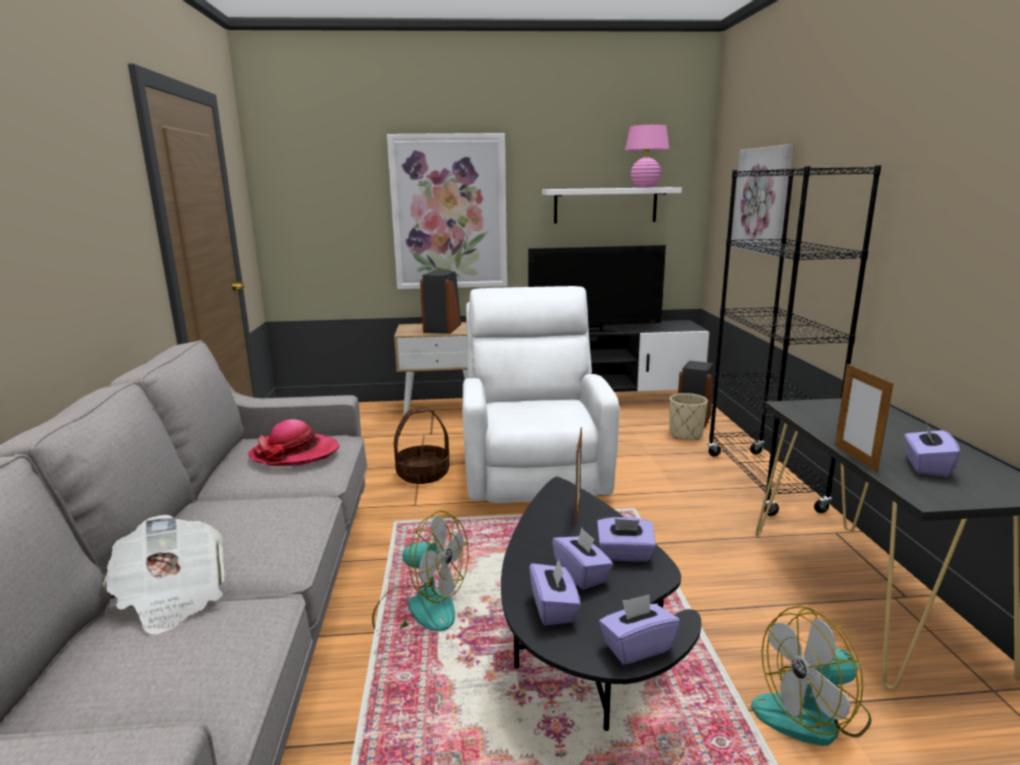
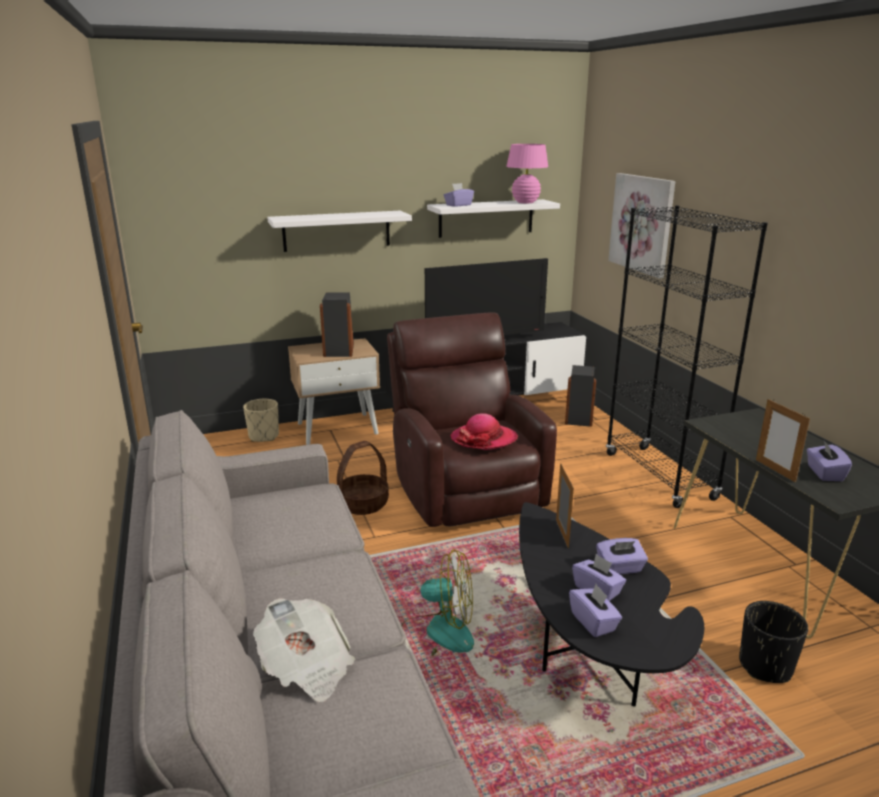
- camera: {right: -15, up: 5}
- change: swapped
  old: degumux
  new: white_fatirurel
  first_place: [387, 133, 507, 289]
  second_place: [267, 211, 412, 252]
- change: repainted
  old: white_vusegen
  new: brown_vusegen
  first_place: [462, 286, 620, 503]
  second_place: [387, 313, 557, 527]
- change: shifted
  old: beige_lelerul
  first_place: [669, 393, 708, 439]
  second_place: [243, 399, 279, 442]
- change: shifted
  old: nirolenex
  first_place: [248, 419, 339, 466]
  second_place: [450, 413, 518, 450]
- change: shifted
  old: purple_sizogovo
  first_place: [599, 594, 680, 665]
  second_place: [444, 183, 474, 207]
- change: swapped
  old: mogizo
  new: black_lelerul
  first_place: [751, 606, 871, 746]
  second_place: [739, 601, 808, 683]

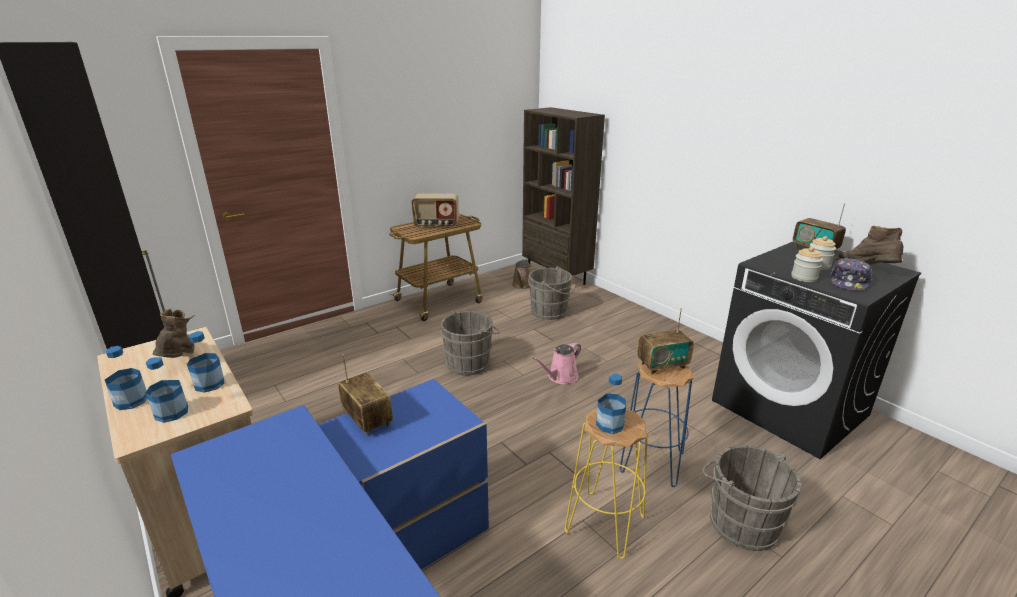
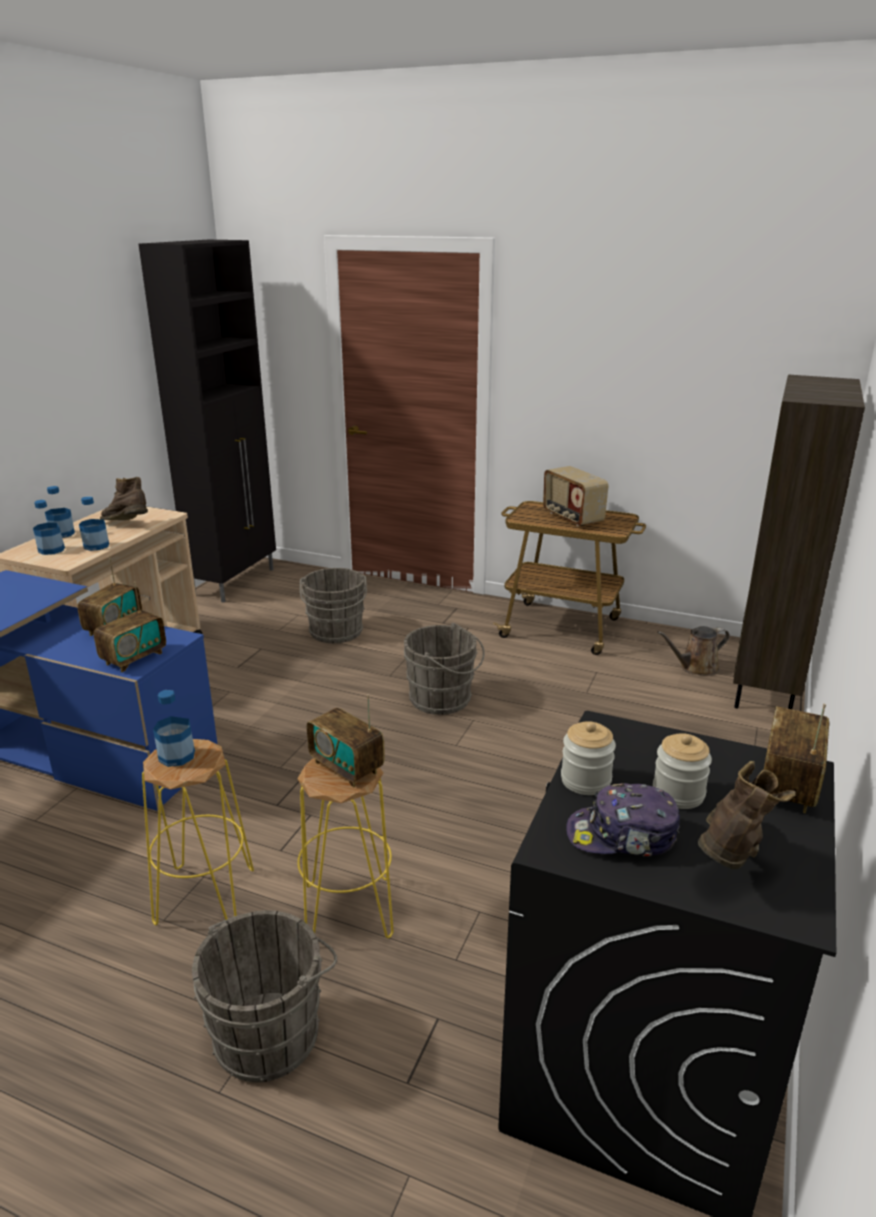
- camera: {right: 60, up: 0}
- change: shifted
  old: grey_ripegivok
  first_place: [528, 266, 577, 320]
  second_place: [300, 568, 367, 643]
- change: rotated
  old: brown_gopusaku
  first_place: [153, 309, 195, 358]
  second_place: [100, 477, 148, 520]
  degrees: -105
- change: gone
  old: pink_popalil
  first_place: [533, 342, 581, 384]
- change: repainted
  old: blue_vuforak
  new: yellow_vuforak
  first_place: [620, 363, 694, 487]
  second_place: [297, 758, 394, 938]
- change: new
  new: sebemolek
  second_place: [94, 582, 166, 672]

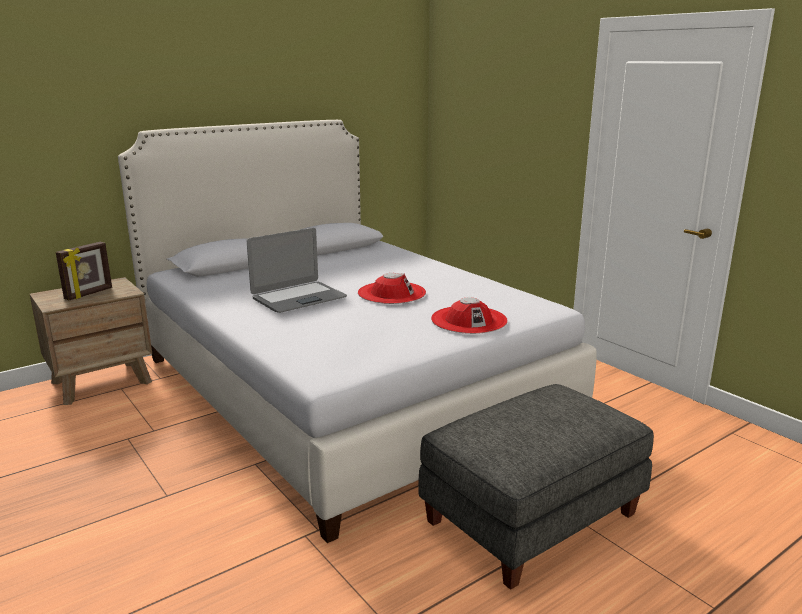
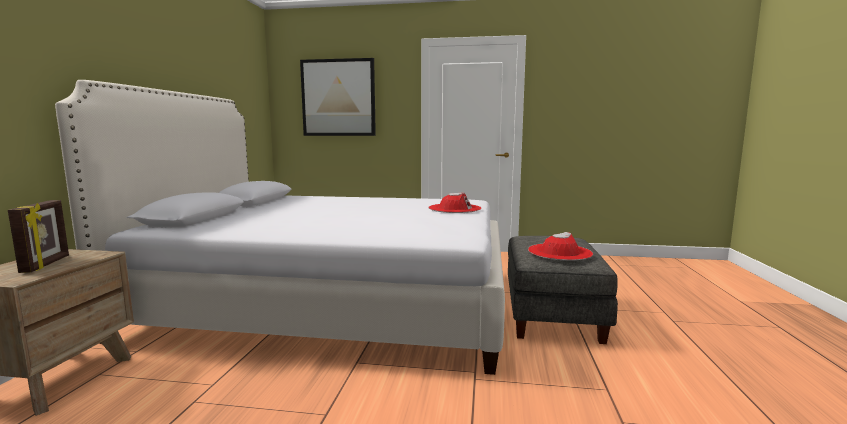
- camera: {right: -45, up: -10}
- change: gone
  old: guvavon
  first_place: [247, 228, 347, 313]
- change: shifted
  old: red_nirolenex
  first_place: [358, 273, 426, 304]
  second_place: [528, 232, 593, 261]
- change: new
  new: degumux
  second_place: [300, 58, 376, 136]

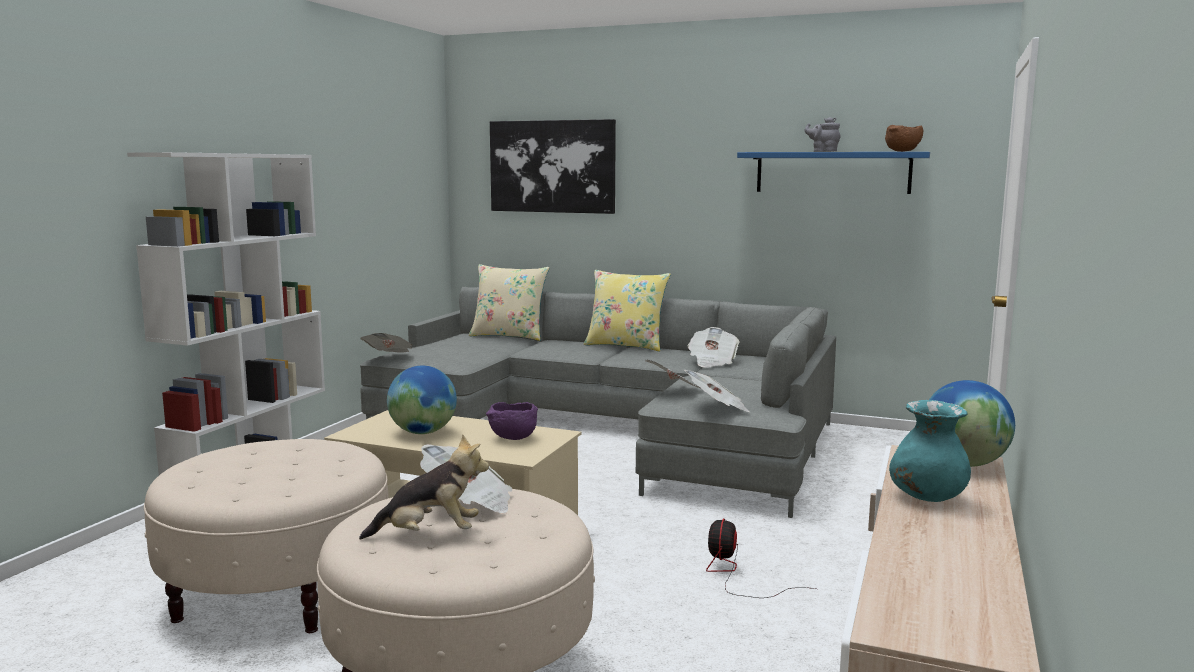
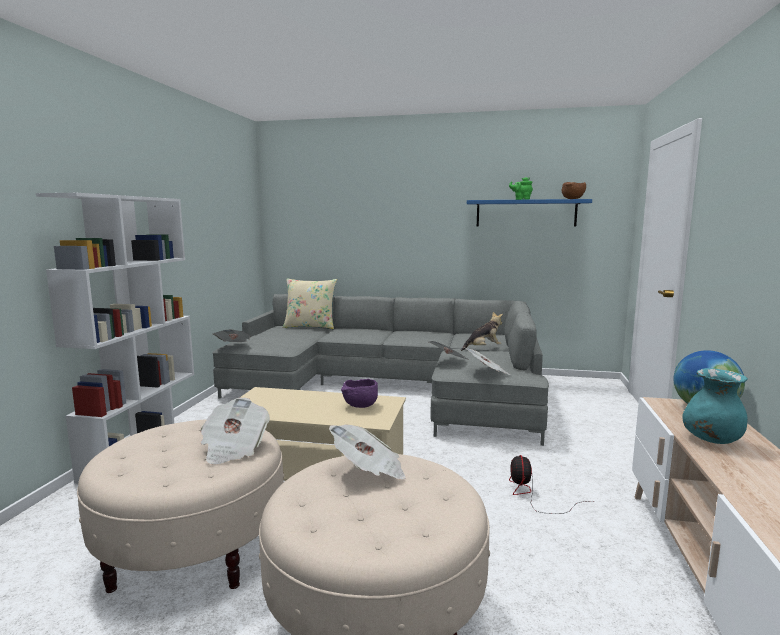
- camera: {right: -10, up: 0}
- change: repainted
  old: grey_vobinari
  new: green_vobinari
  first_place: [805, 117, 840, 152]
  second_place: [509, 177, 533, 200]
- change: gone
  old: degumux
  first_place: [490, 119, 616, 214]
- change: gone
  old: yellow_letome
  first_place: [584, 270, 671, 351]
- change: shifted
  old: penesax
  first_place: [687, 327, 740, 368]
  second_place: [200, 398, 270, 464]
- change: gone
  old: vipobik
  first_place: [387, 366, 457, 434]
- change: shifted
  old: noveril
  first_place: [359, 434, 489, 540]
  second_place: [461, 312, 503, 351]

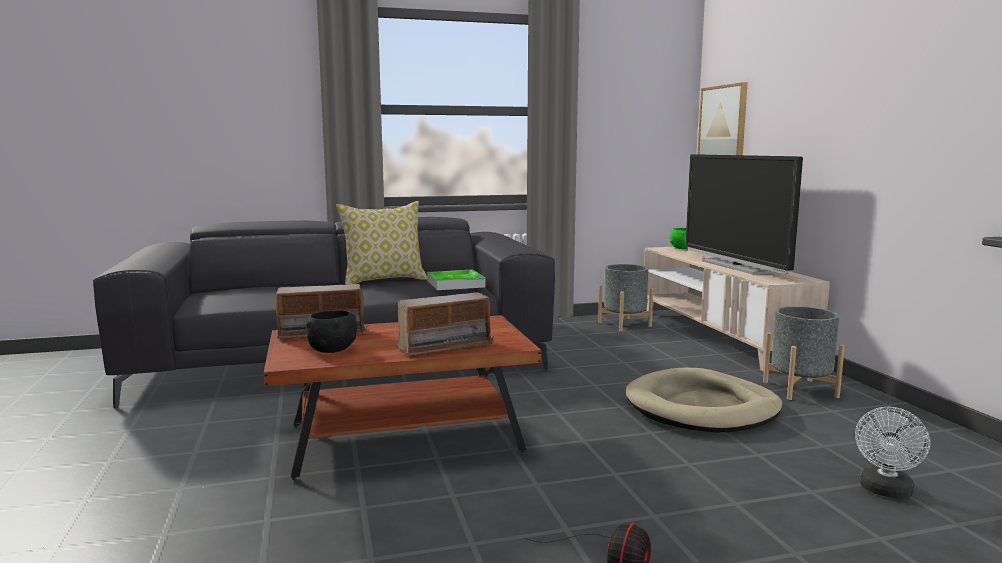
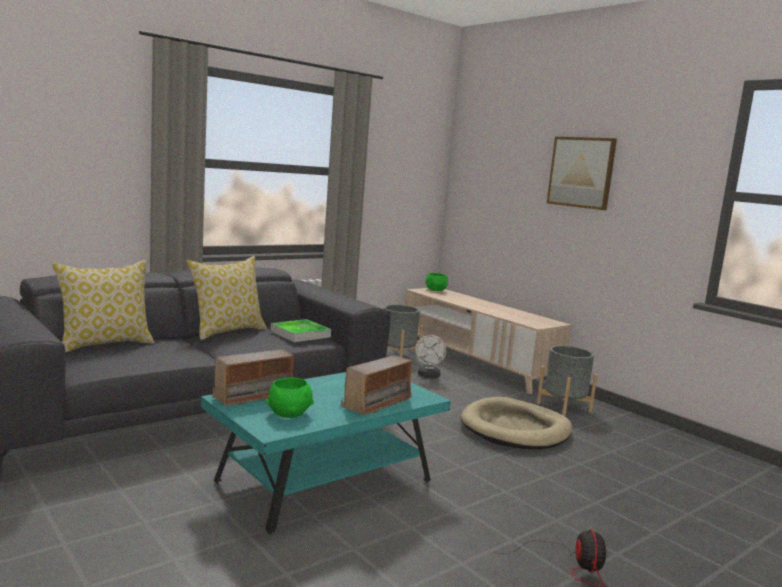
- camera: {right: -25, up: 0}
- change: shifted
  old: degumux
  first_place: [698, 82, 748, 155]
  second_place: [547, 137, 617, 210]
- change: gone
  old: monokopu
  first_place: [685, 154, 803, 275]
- change: repainted
  old: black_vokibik
  new: green_vokibik
  first_place: [306, 310, 357, 353]
  second_place: [266, 378, 314, 418]
- change: repainted
  old: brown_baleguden
  new: turquoise_baleguden
  first_place: [264, 315, 541, 480]
  second_place: [201, 372, 451, 534]
- change: shifted
  old: white_mogizo
  first_place: [855, 407, 930, 499]
  second_place: [416, 335, 446, 378]
- change: new
  new: letome
  second_place: [52, 260, 155, 353]

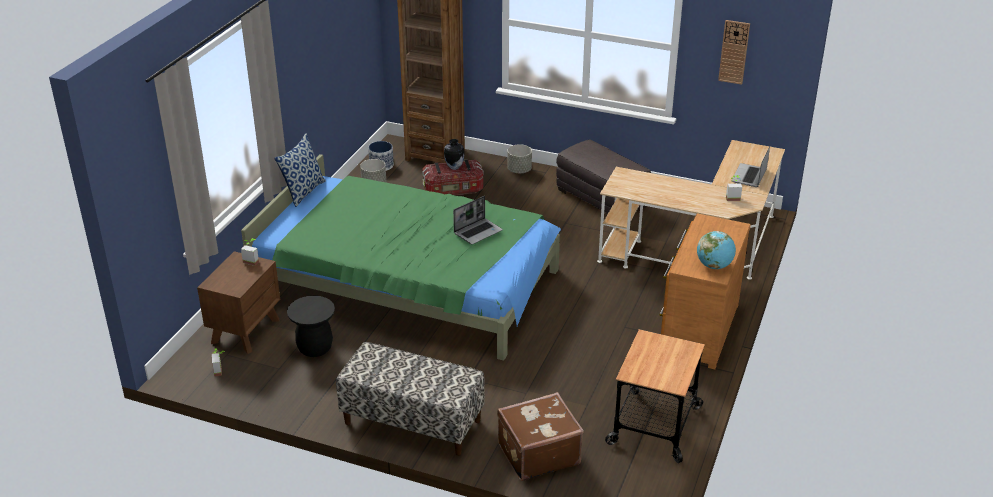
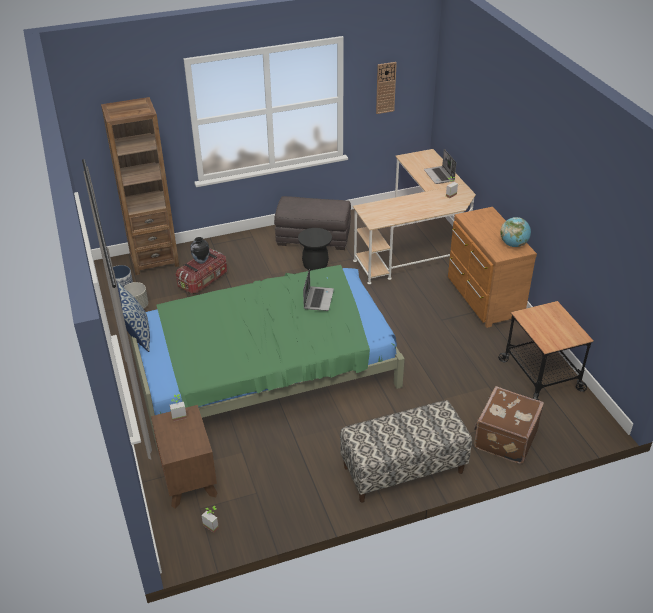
- camera: {right: -40, up: 5}
- change: gone
  old: grey_lelerul
  first_place: [507, 144, 532, 173]
- change: shifted
  old: black_vuforak
  first_place: [287, 296, 335, 357]
  second_place: [298, 228, 332, 271]

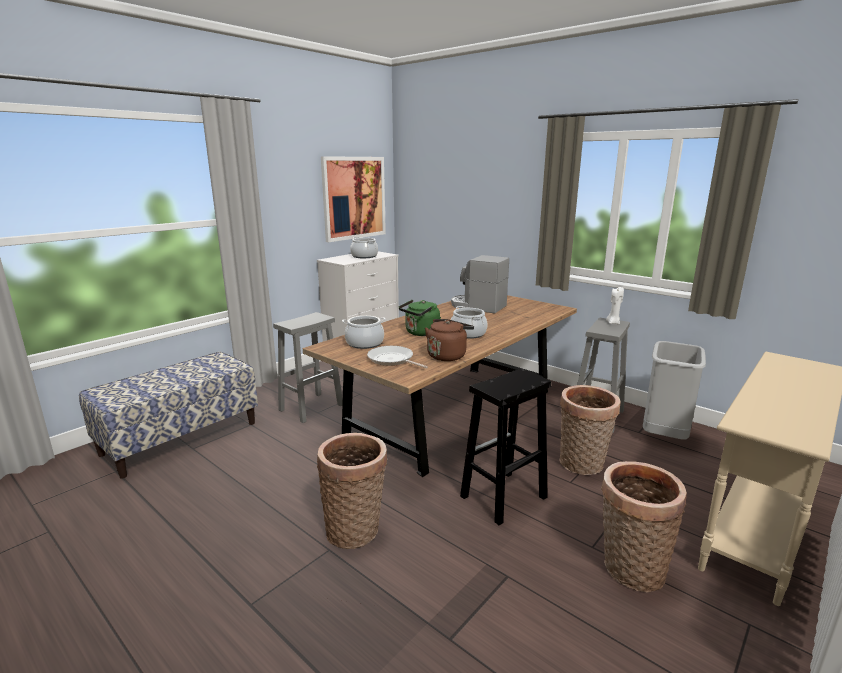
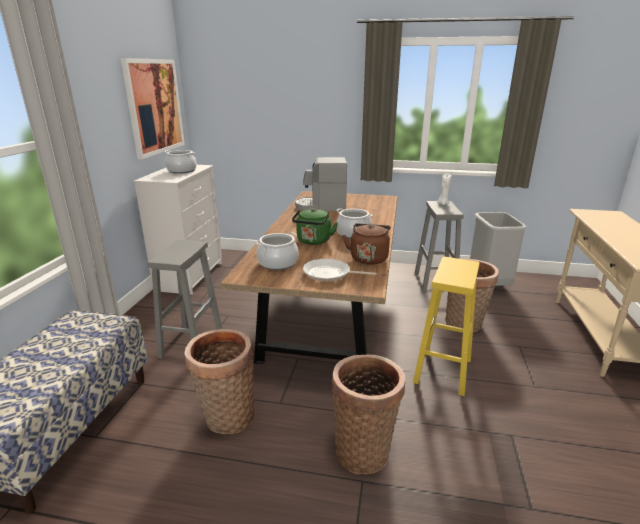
- camera: {right: -30, up: 5}
- change: repainted
  old: black_vuforak
  new: yellow_vuforak
  first_place: [460, 369, 551, 525]
  second_place: [413, 257, 480, 396]
- change: shifted
  old: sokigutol
  first_place: [601, 461, 687, 593]
  second_place: [184, 329, 254, 434]

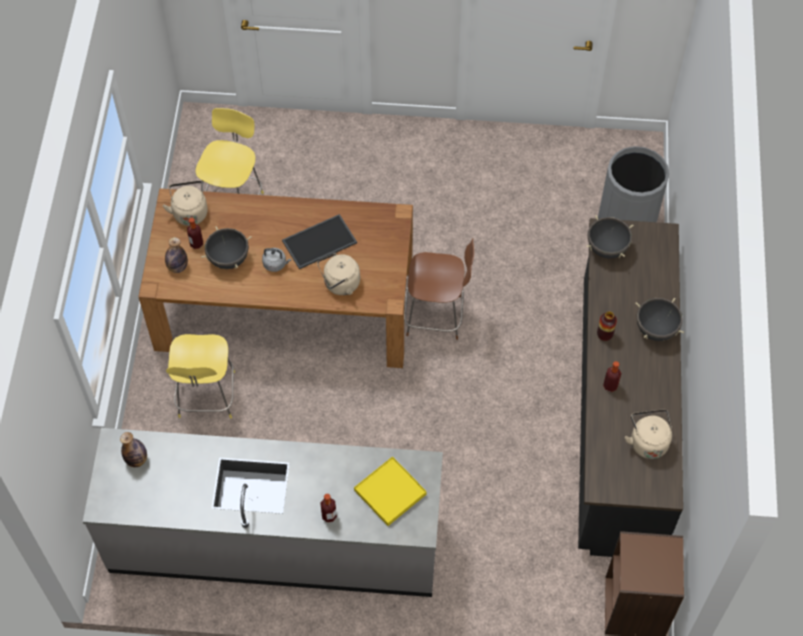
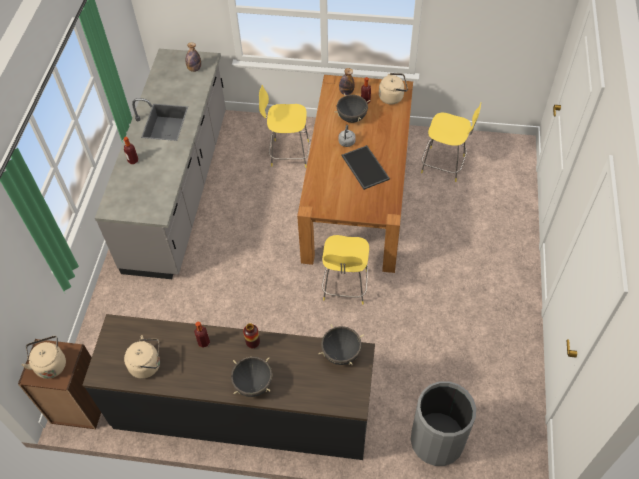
- camera: {right: 95, up: -5}
- change: repainted
  old: brown_vuforak
  new: yellow_vuforak
  first_place: [404, 238, 474, 340]
  second_place: [322, 235, 369, 305]
- change: shifted
  old: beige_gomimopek
  first_place: [317, 253, 360, 295]
  second_place: [21, 336, 66, 379]
- change: gone
  old: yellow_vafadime
  first_place: [354, 456, 427, 526]

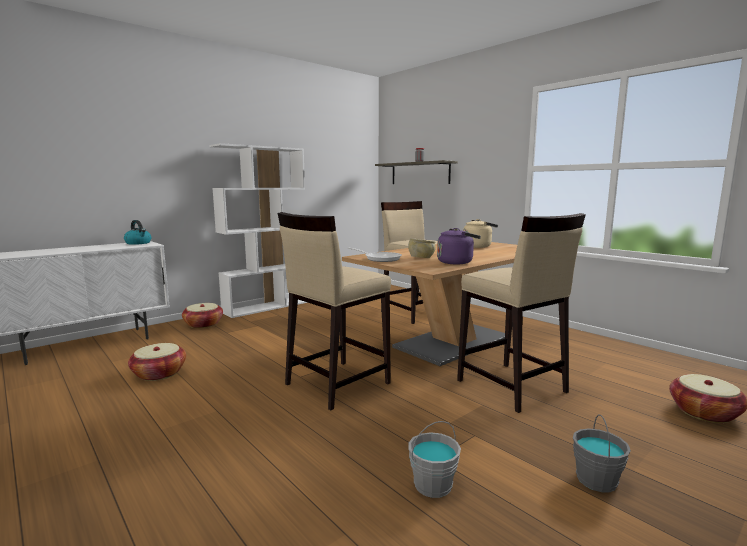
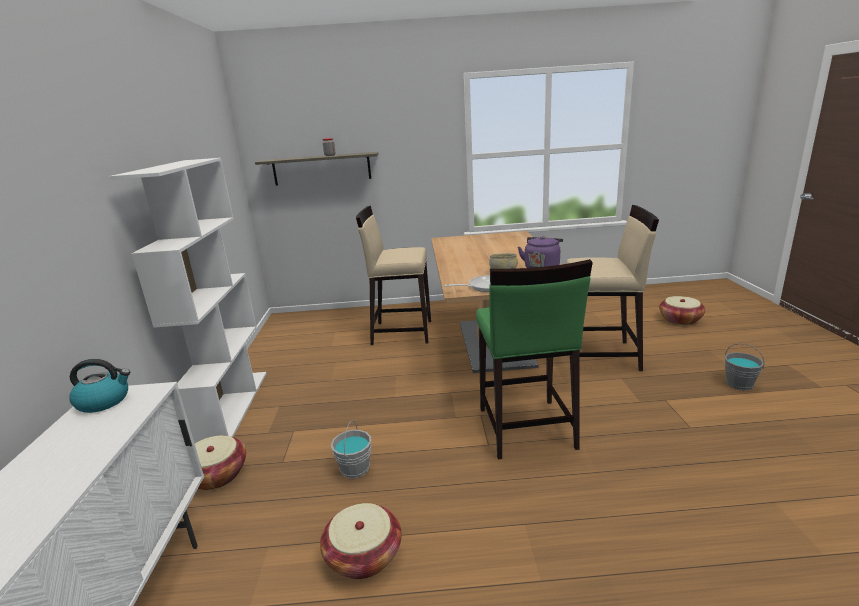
- camera: {right: -50, up: 10}
- change: repainted
  old: beige_vuforak
  new: green_vuforak
  first_place: [277, 212, 391, 410]
  second_place: [476, 259, 593, 459]
- change: gone
  old: beige_gomimopek
  first_place: [463, 219, 498, 248]
- change: shifted
  old: grey_ripegivok
  first_place: [408, 421, 461, 498]
  second_place: [331, 420, 371, 479]

